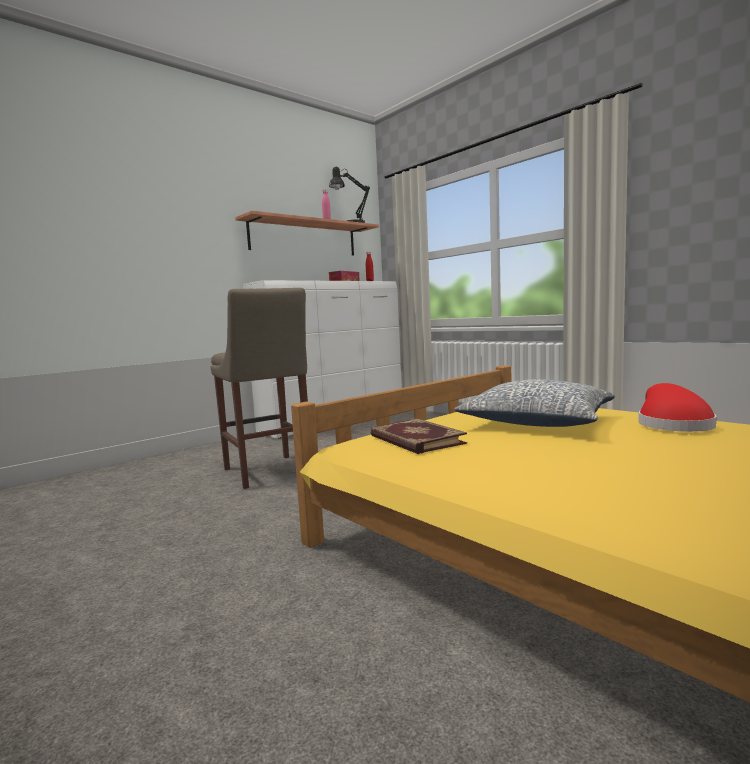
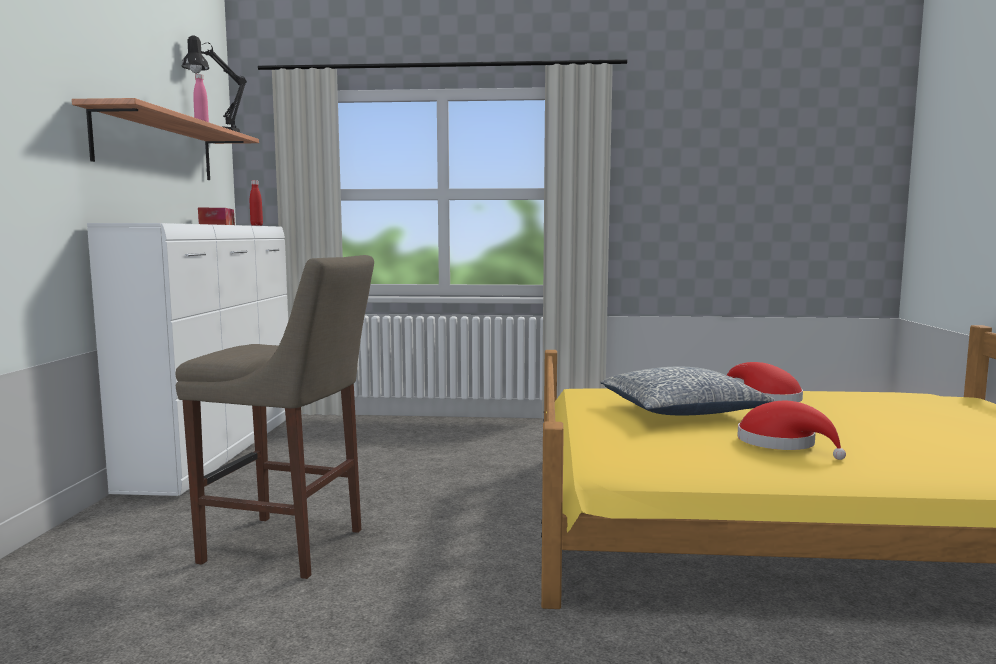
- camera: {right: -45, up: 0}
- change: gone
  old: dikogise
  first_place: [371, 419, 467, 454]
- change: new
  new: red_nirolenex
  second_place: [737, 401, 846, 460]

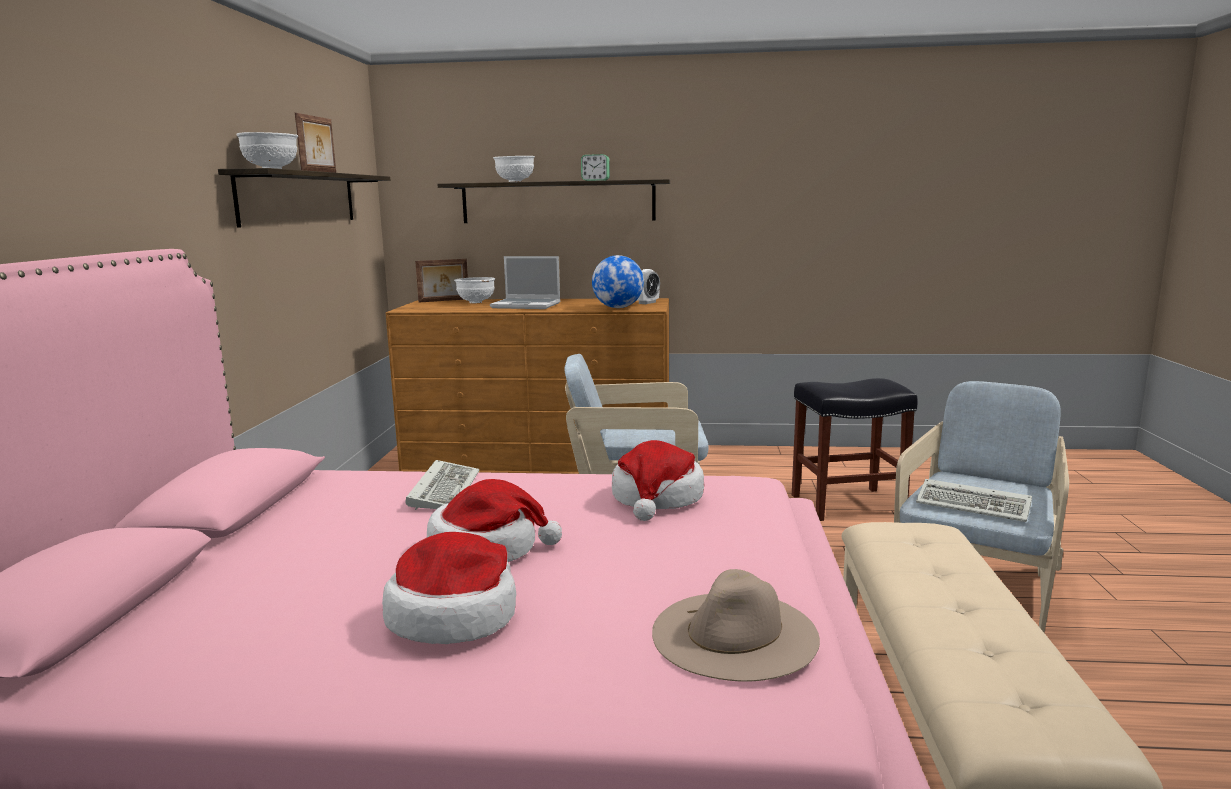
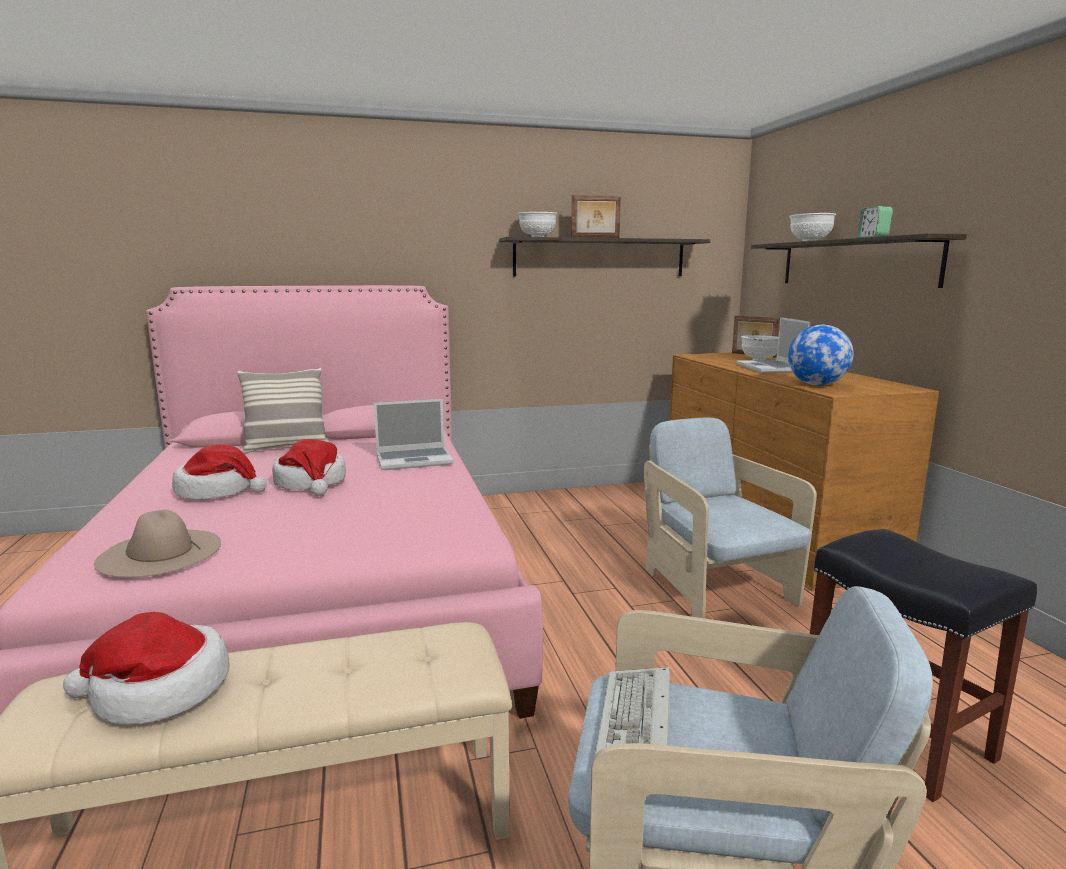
- camera: {right: 70, up: 0}
- change: gone
  old: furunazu
  first_place: [637, 269, 660, 304]
- change: shifted
  old: nirolenex
  first_place: [612, 440, 705, 521]
  second_place: [63, 612, 230, 725]
- change: swapped
  old: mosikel
  new: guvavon
  first_place: [405, 460, 480, 510]
  second_place: [374, 399, 454, 470]
- change: new
  new: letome
  second_place: [237, 368, 329, 453]

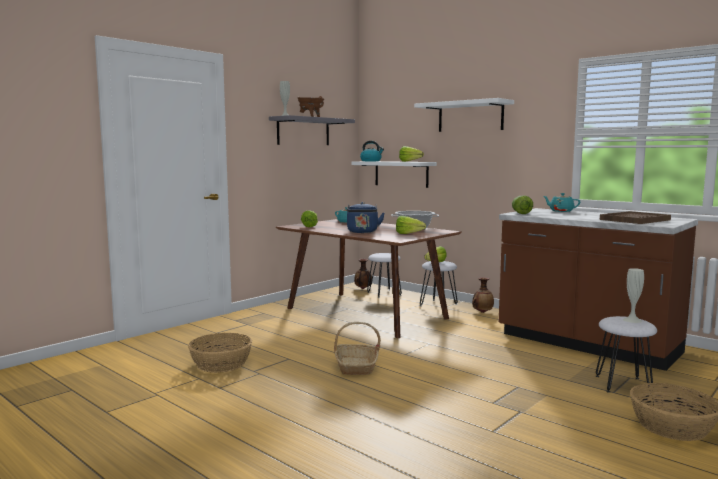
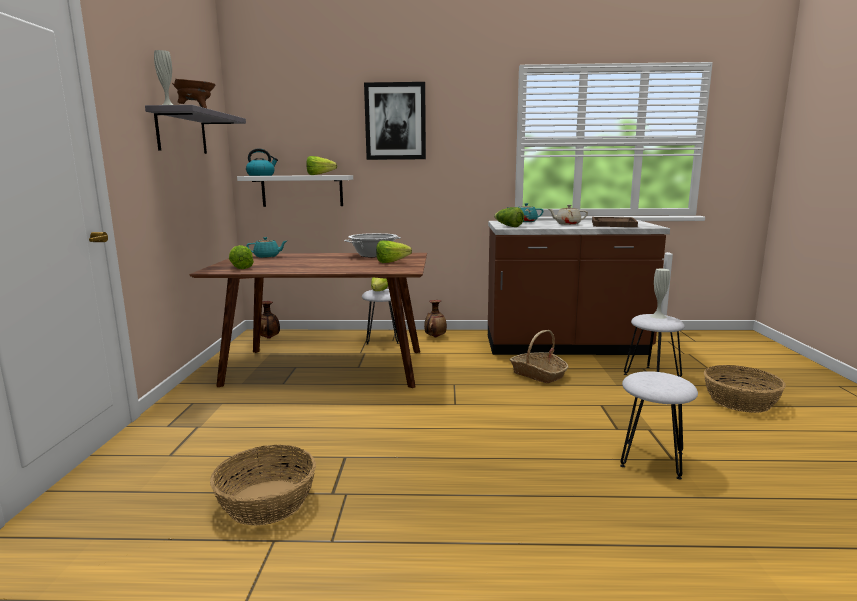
- camera: {right: -40, up: 5}
- change: swapped
  old: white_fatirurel
  new: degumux
  first_place: [414, 98, 514, 132]
  second_place: [364, 82, 426, 160]
- change: gone
  old: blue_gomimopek
  first_place: [347, 202, 385, 233]
- change: shifted
  old: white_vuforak
  first_place: [367, 253, 402, 298]
  second_place: [620, 371, 698, 480]
- change: shifted
  old: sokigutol
  first_place: [334, 322, 381, 375]
  second_place: [510, 330, 569, 383]
- change: new
  new: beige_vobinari
  second_place: [548, 205, 588, 225]

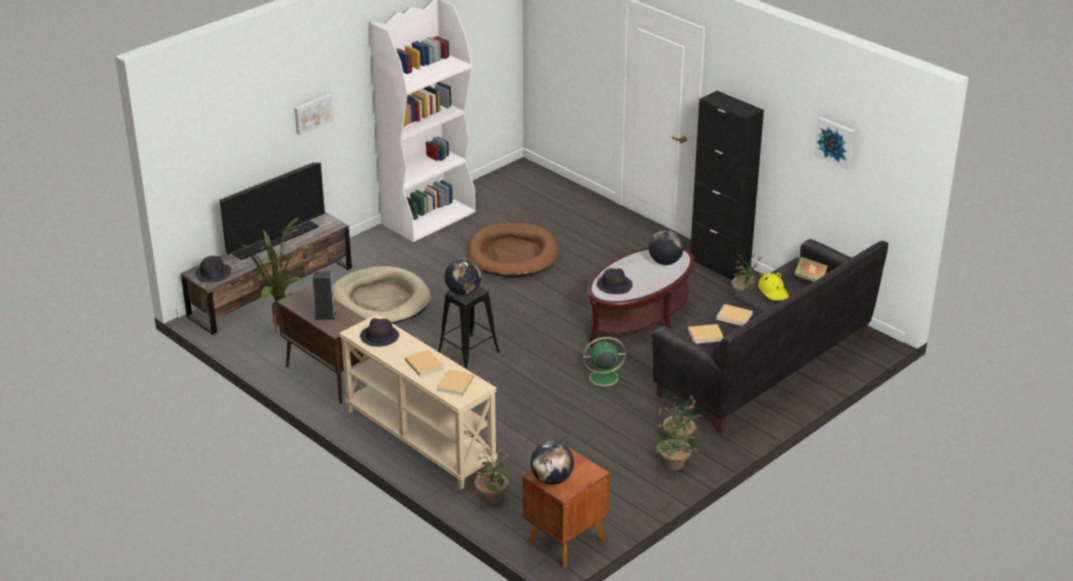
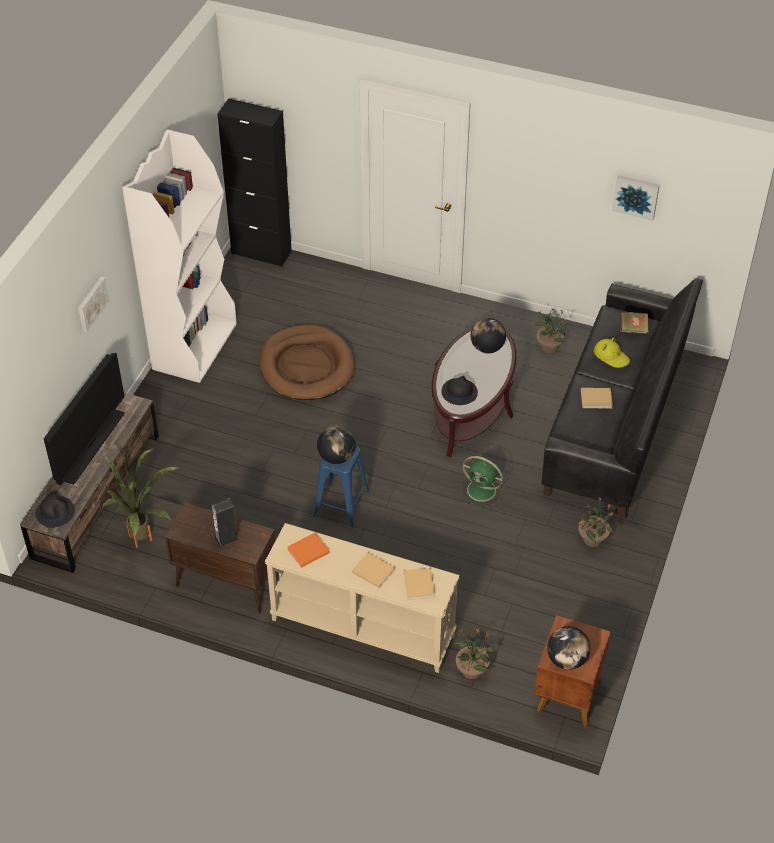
- camera: {right: -25, up: 15}
- change: shifted
  old: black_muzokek
  first_place: [690, 91, 764, 280]
  second_place: [217, 98, 292, 267]
- change: gone
  old: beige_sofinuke
  first_place: [333, 266, 431, 324]
- change: repainted
  old: black_vuforak
  new: blue_vuforak
  first_place: [438, 286, 500, 369]
  second_place: [313, 446, 370, 528]
- change: swapped
  old: black_nirolenex
  new: orange_dikogise
  first_place: [360, 318, 399, 347]
  second_place: [287, 533, 330, 568]
- change: gone
  old: beige_dikogise
  first_place: [688, 324, 724, 344]
- change: rotated
  old: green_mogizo
  first_place: [582, 337, 627, 391]
  second_place: [461, 456, 504, 507]
  degrees: -120
- change: gone
  old: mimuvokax
  first_place: [656, 419, 699, 470]

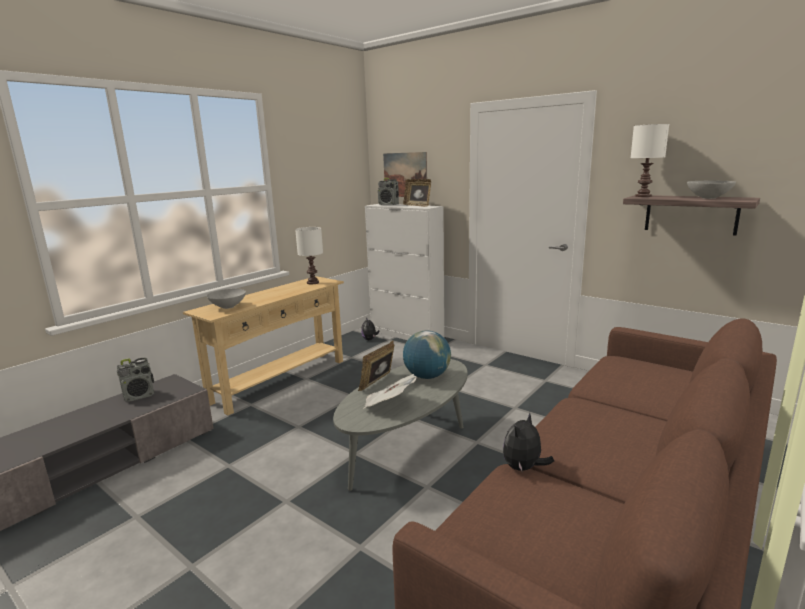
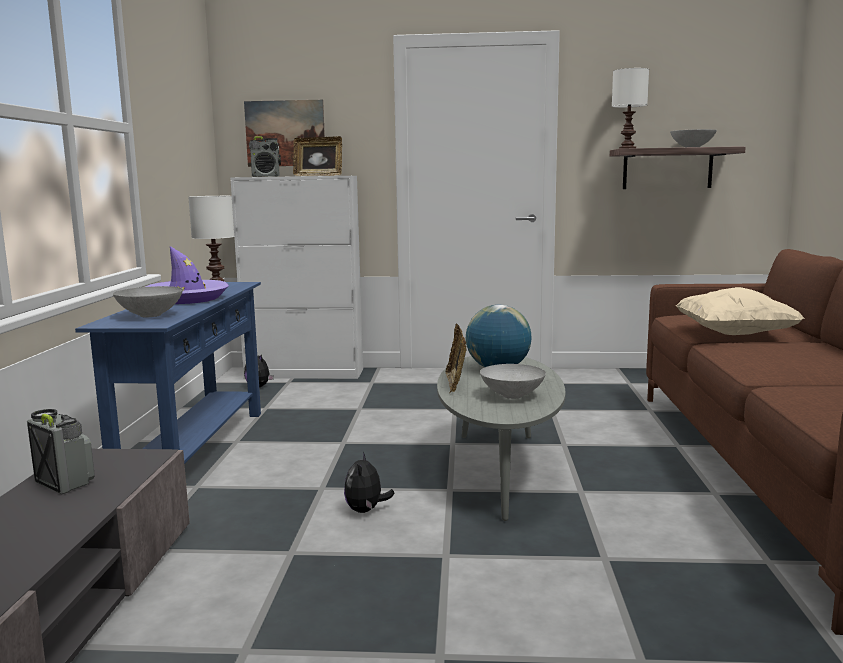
- camera: {right: -35, up: -5}
- change: repainted
  old: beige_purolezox
  new: blue_purolezox
  first_place: [183, 276, 344, 415]
  second_place: [75, 282, 261, 464]
- change: rotated
  old: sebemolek
  first_place: [117, 358, 154, 402]
  second_place: [27, 409, 95, 494]
  degrees: -75
- change: swapped
  old: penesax
  new: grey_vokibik
  first_place: [363, 374, 417, 409]
  second_place: [480, 364, 546, 399]
- change: shifted
  old: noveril
  first_place: [503, 412, 554, 473]
  second_place: [344, 452, 395, 513]
- change: new
  new: purple_nirolenex
  second_place: [145, 246, 229, 304]
- change: new
  new: beige_letome
  second_place: [676, 287, 804, 335]

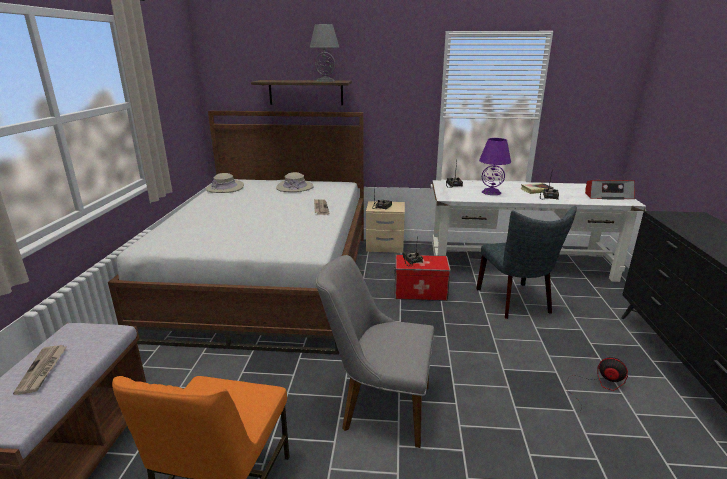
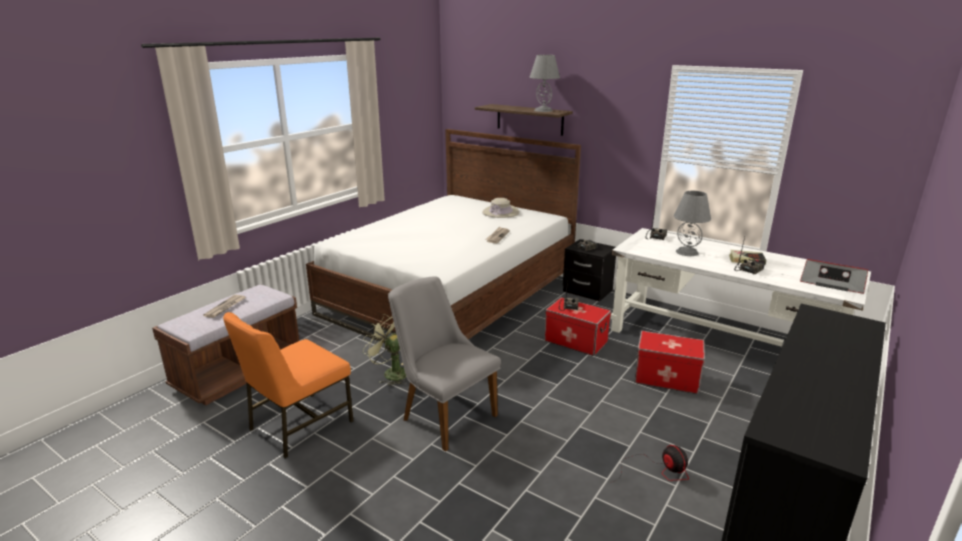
- camera: {right: 30, up: 0}
- change: repainted
  old: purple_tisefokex
  new: grey_tisefokex
  first_place: [479, 138, 511, 195]
  second_place: [674, 191, 711, 256]
- change: gone
  old: beige_nirolenex
  first_place: [205, 173, 244, 193]
- change: repainted
  old: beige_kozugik
  new: black_kozugik
  first_place: [366, 201, 405, 253]
  second_place: [563, 239, 616, 301]
- change: swapped
  old: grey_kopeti
  new: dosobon
  first_place: [476, 206, 577, 319]
  second_place: [634, 331, 705, 394]
- change: new
  new: green_mogizo
  second_place: [363, 314, 406, 386]

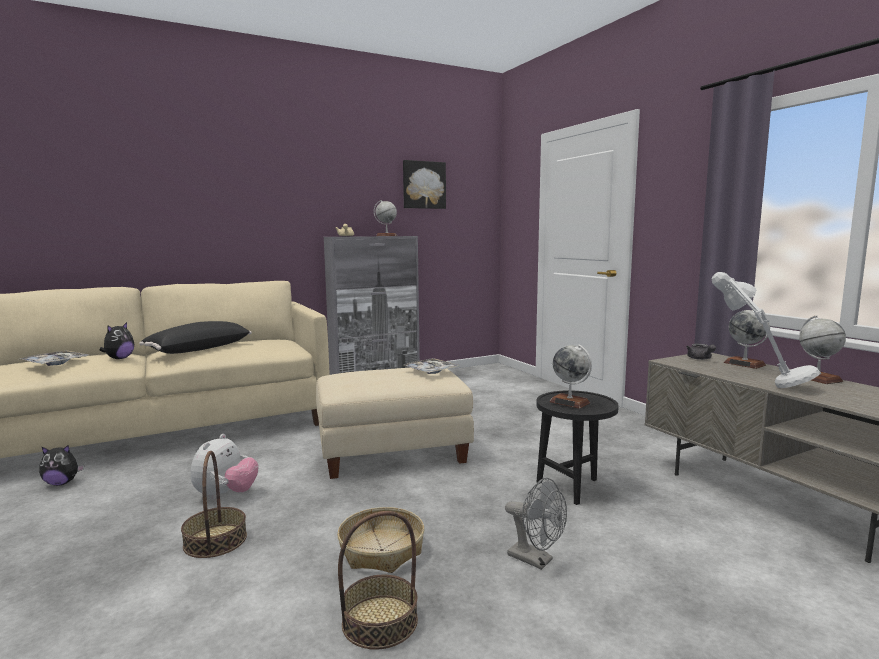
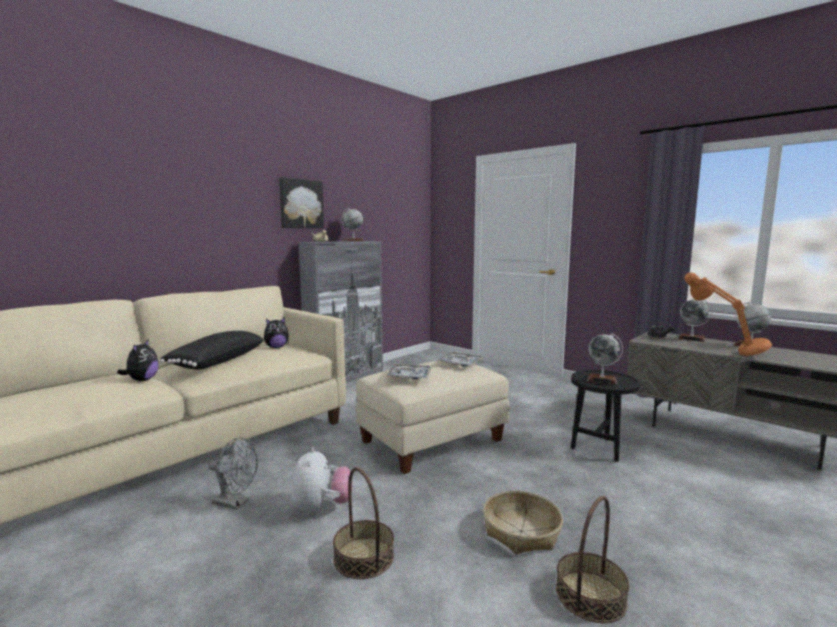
- camera: {right: -20, up: 0}
- change: shifted
  old: degumux
  first_place: [403, 160, 446, 209]
  second_place: [279, 177, 324, 228]
- change: repainted
  old: grey_tisefokex
  new: orange_tisefokex
  first_place: [712, 272, 820, 388]
  second_place: [684, 273, 772, 356]
- change: shifted
  old: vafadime
  first_place: [18, 351, 89, 366]
  second_place: [386, 364, 432, 379]
- change: shifted
  old: noveril
  first_place: [39, 445, 84, 486]
  second_place: [264, 317, 289, 348]
- change: shifted
  old: grey_mogizo
  first_place: [505, 478, 567, 570]
  second_place: [208, 438, 258, 510]

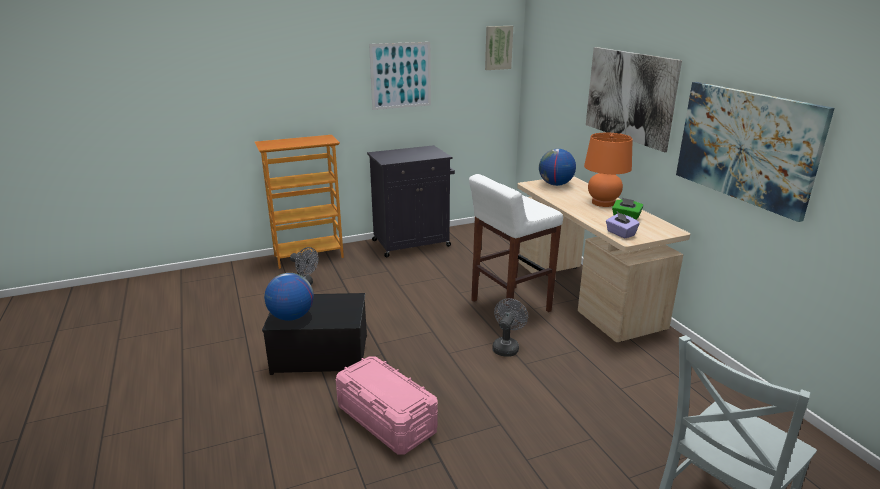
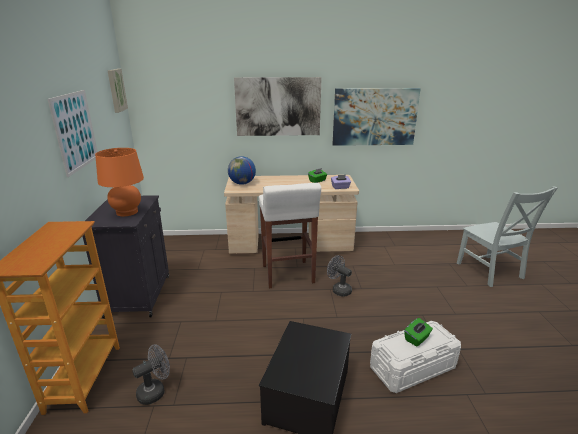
- camera: {right: -70, up: 0}
- change: shifted
  old: orange_tisefokex
  first_place: [584, 133, 633, 207]
  second_place: [95, 148, 144, 216]
- change: gone
  old: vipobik
  first_place: [264, 273, 314, 321]
- change: repainted
  old: pink_dosobon
  new: white_dosobon
  first_place: [336, 357, 438, 455]
  second_place: [370, 321, 461, 393]
- change: new
  new: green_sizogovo
  second_place: [404, 318, 433, 347]

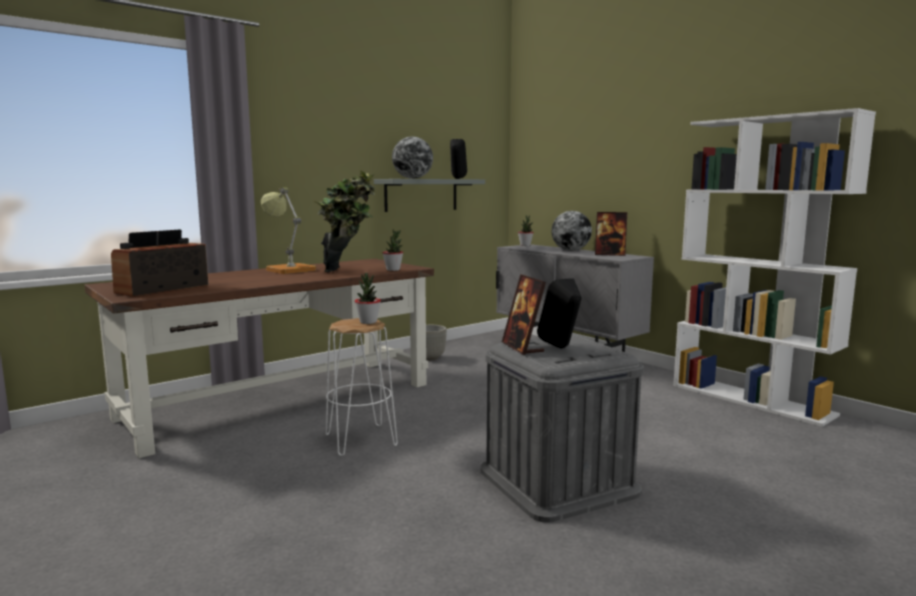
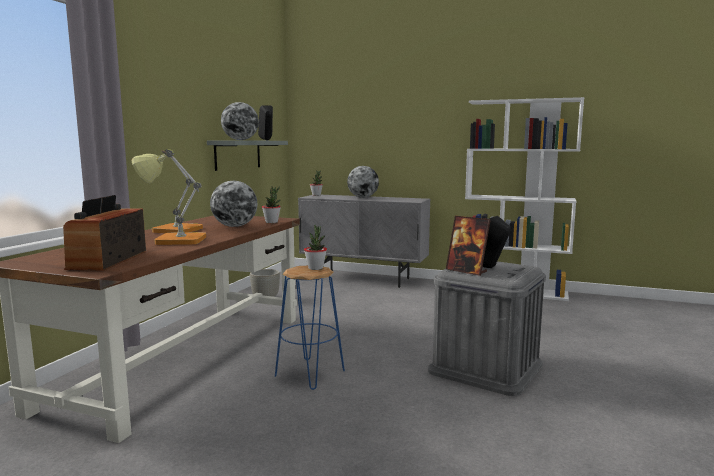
- camera: {right: -30, up: 0}
- change: swapped
  old: mimuvokax
  new: vipobik
  first_place: [313, 170, 375, 272]
  second_place: [210, 181, 257, 227]
- change: gone
  old: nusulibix
  first_place: [595, 212, 627, 256]
- change: repainted
  old: white_vuforak
  new: blue_vuforak
  first_place: [325, 318, 398, 456]
  second_place: [275, 266, 345, 390]
- change: new
  new: tisefokex
  second_place: [131, 150, 206, 245]

